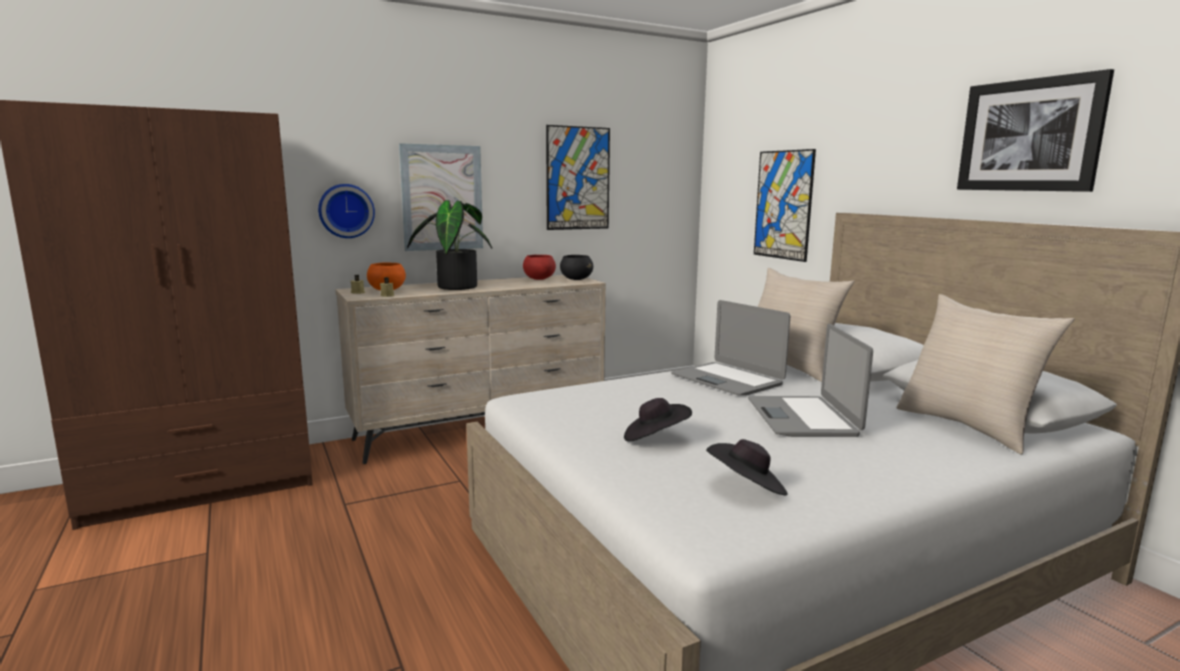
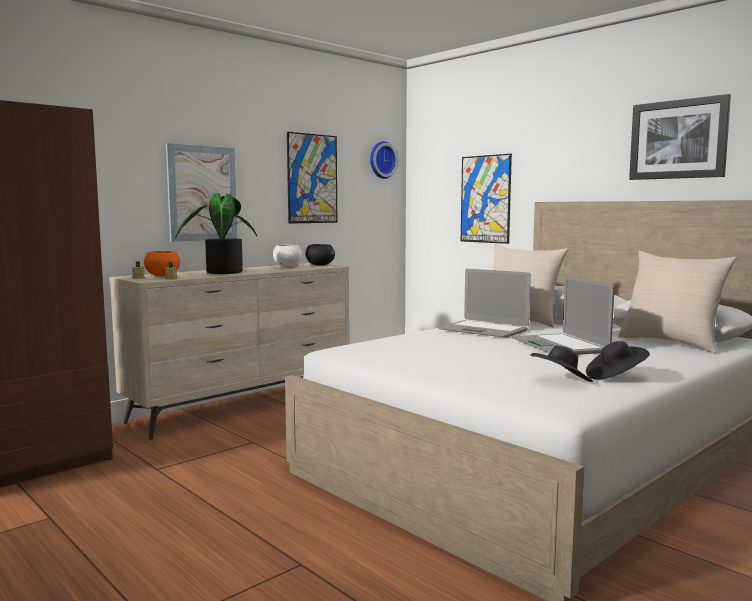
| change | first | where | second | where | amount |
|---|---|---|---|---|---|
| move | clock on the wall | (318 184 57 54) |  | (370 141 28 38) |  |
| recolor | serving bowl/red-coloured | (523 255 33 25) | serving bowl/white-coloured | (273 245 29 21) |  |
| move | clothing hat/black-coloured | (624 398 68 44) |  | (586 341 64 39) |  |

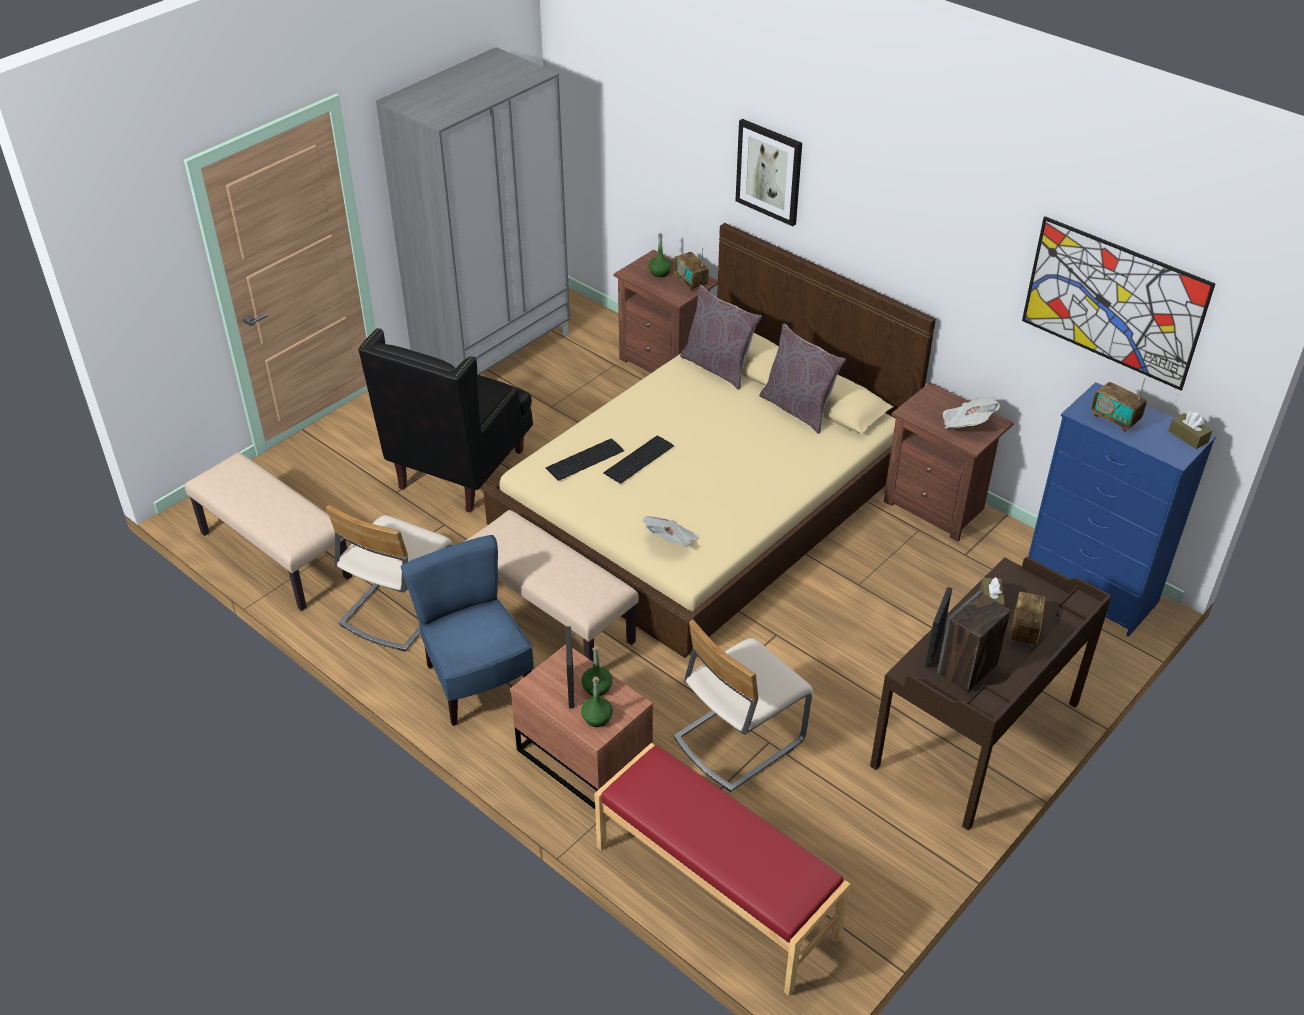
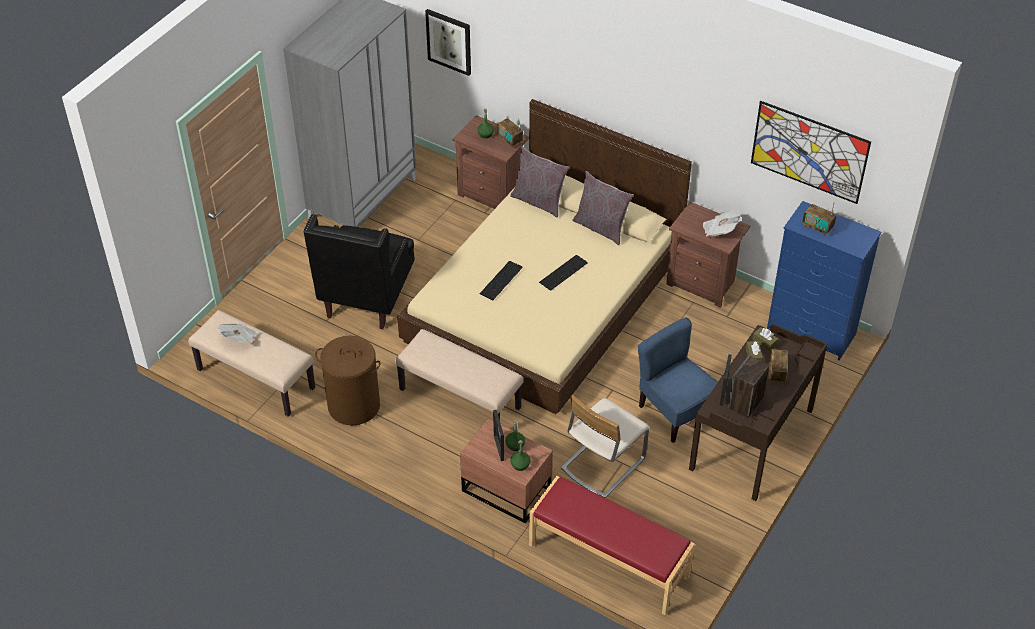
| change | first | where | second | where | amount |
|---|---|---|---|---|---|
| replace | plain chair/sand-coloured | (326 505 126 147) | laundry basket/brown | (315 335 66 91) |  |
| move | plain chair/blue | (401 535 133 191) |  | (638 318 80 125) |  |
| move | PC keyboard | (546 439 78 42) |  | (539 255 49 36) |  |
| move | newspaper | (642 516 58 31) |  | (218 324 41 18) |  |
| move | wall picture | (736 119 66 107) |  | (425 9 46 67) |  |
| move | tissue box/brown | (1169 412 43 37) |  | (752 327 26 24) |  |

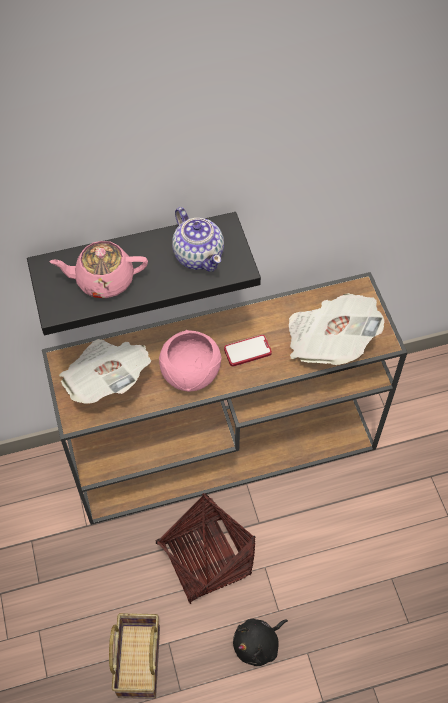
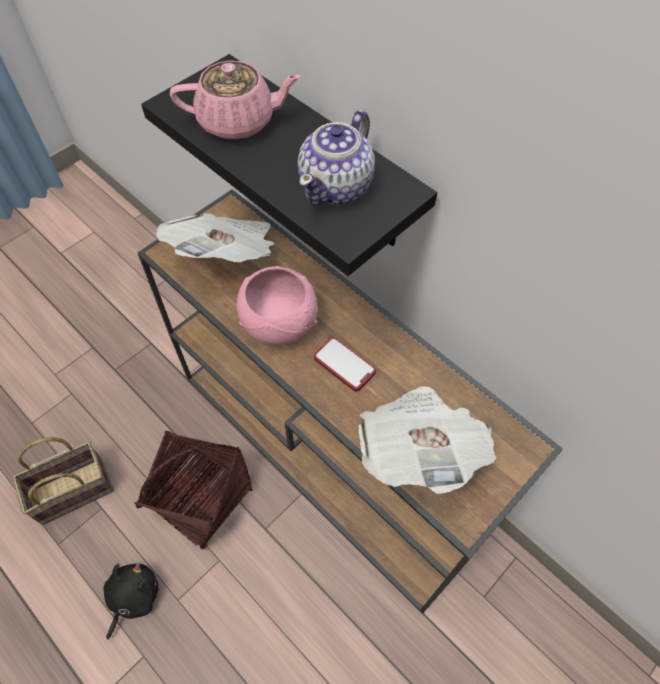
| change | first | where | second | where | amount |
|---|---|---|---|---|---|
| rotate | teapot/pink | (49 241 99 57) |  | (170 60 131 80) | 120 degrees clockwise |
| rotate | cuddly toy/black-coloured | (233 619 55 47) |  | (103 562 56 77) | 90 degrees clockwise |

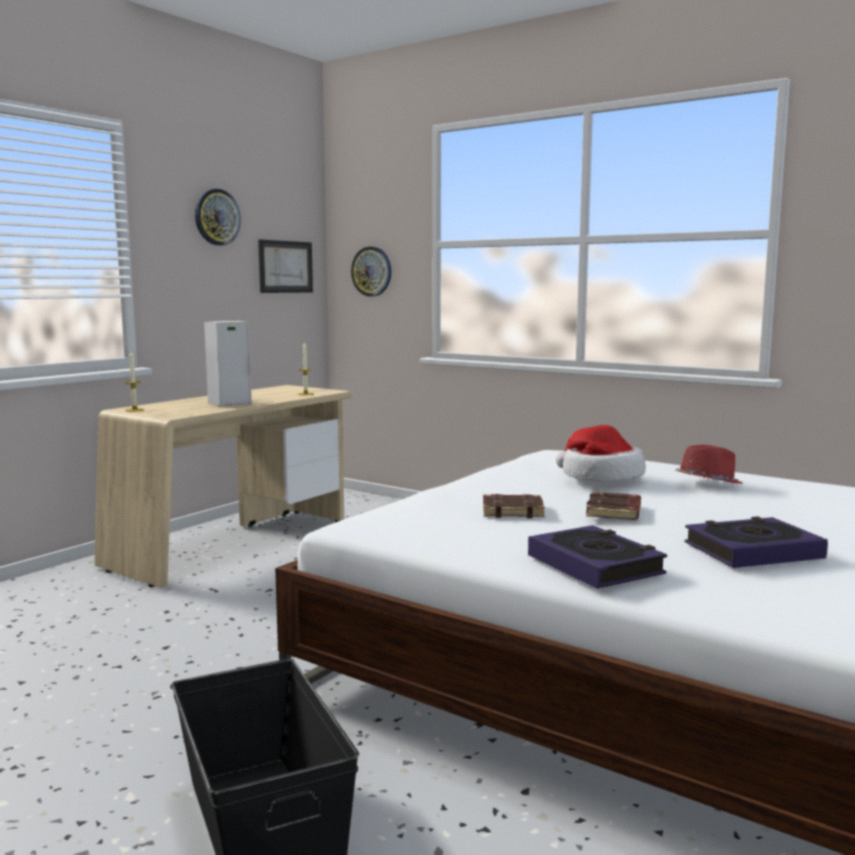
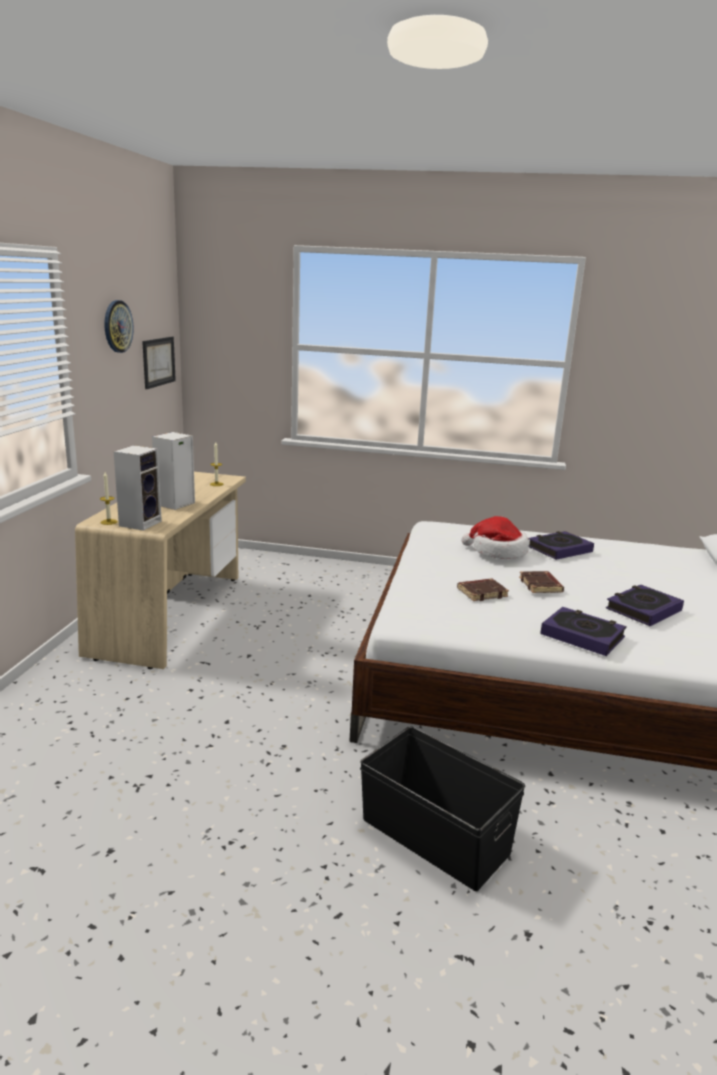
| change | first | where | second | where | amount |
|---|---|---|---|---|---|
| delete | clock on the wall | (351 247 40 49) |  |  |  |
| replace | clothing hat/red-coloured | (675 445 68 39) | book | (528 531 66 29) |  |
| insert |  |  | loudspeaker | (114 445 48 86) |  |

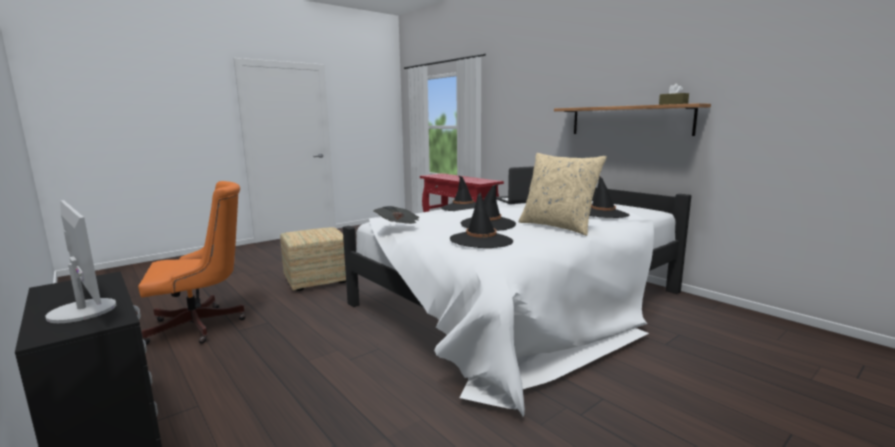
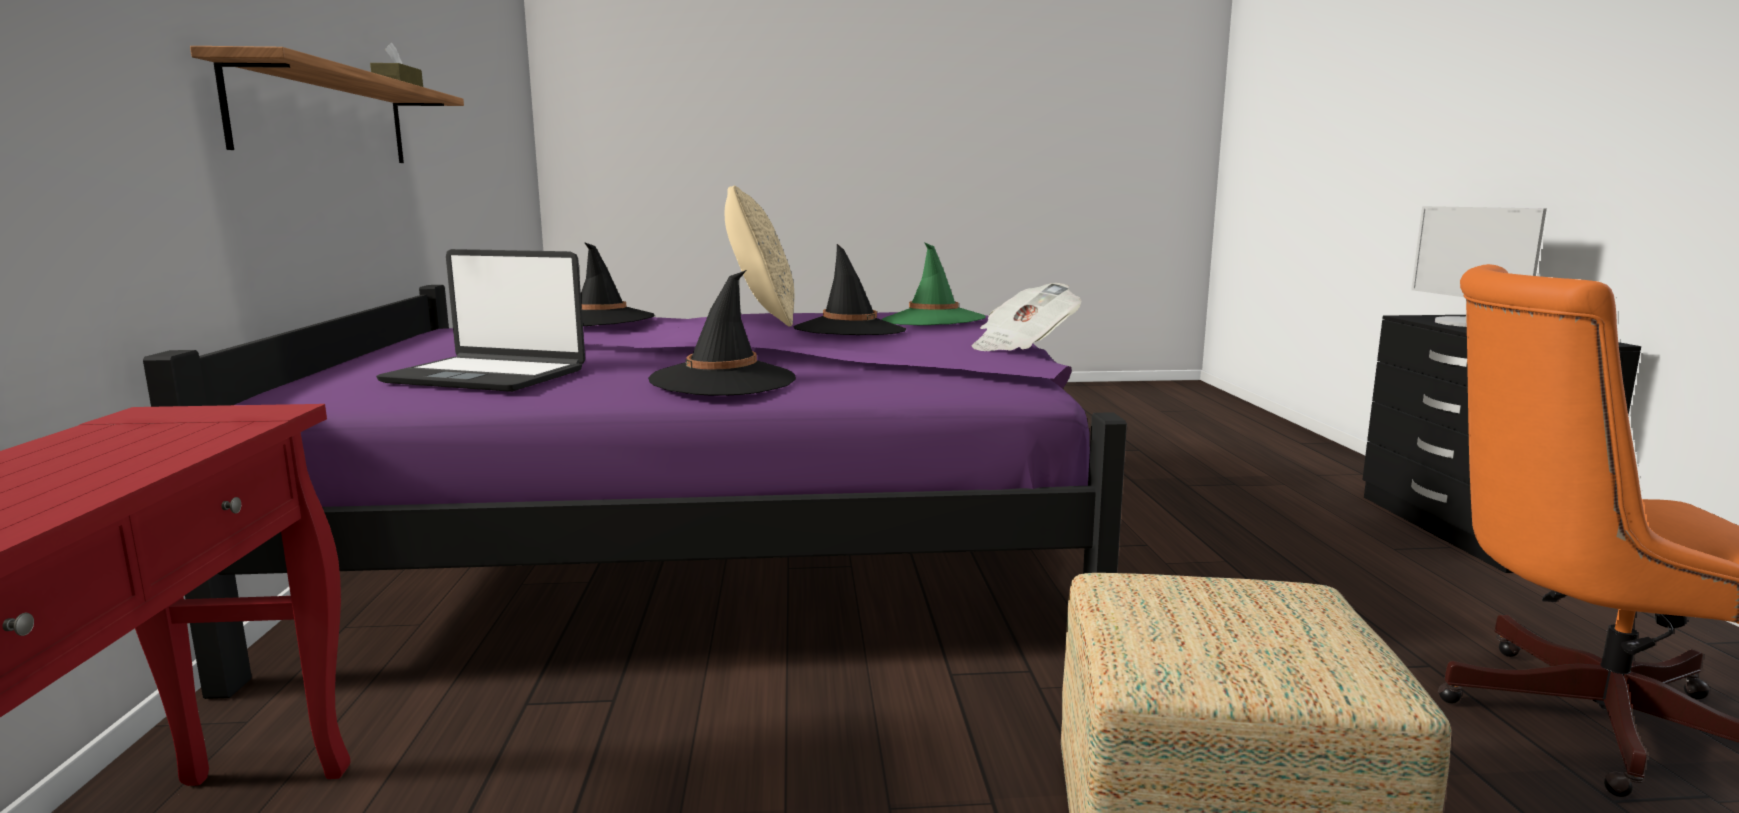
| change | first | where | second | where | amount |
|---|---|---|---|---|---|
| recolor | bed/white-coloured | (343 187 348 230) | bed/purple-coloured | (143 285 984 414) |  |
| recolor | clothing hat/black-coloured | (450 192 63 56) | clothing hat/green-coloured | (882 242 104 83) |  |

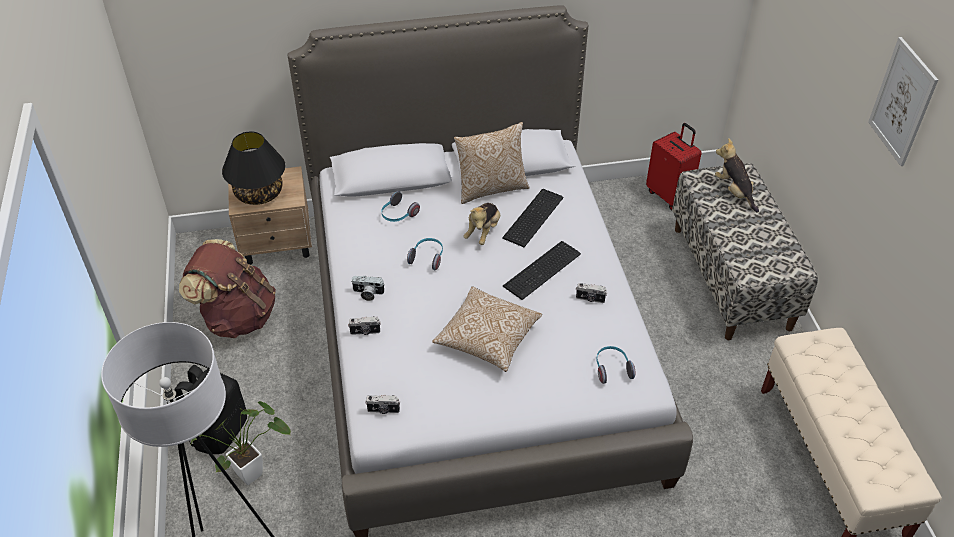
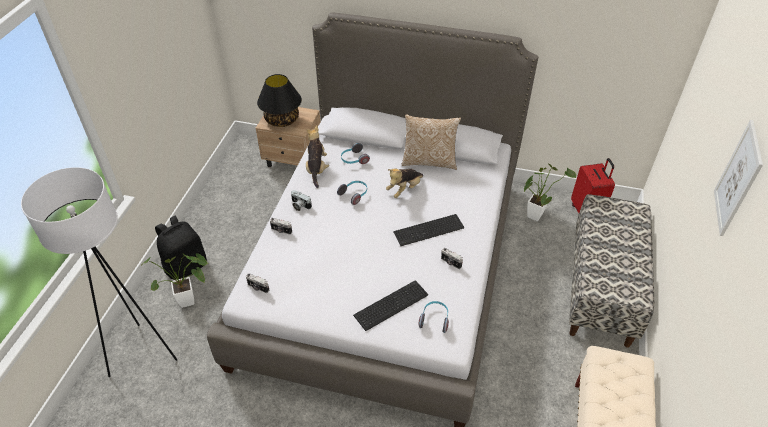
| change | first | where | second | where | amount |
|---|---|---|---|---|---|
| delete | rucksack/brown | (179 239 97 99) |  |  |  |
| delete | pillow | (432 287 110 85) |  |  |  |
| move | PC keyboard | (502 189 62 58) |  | (353 281 75 50) |  |
| move | cuddly toy | (715 138 44 75) |  | (306 125 23 63) |  |
| insert |  |  | plant in a pot | (524 164 52 57) |  |

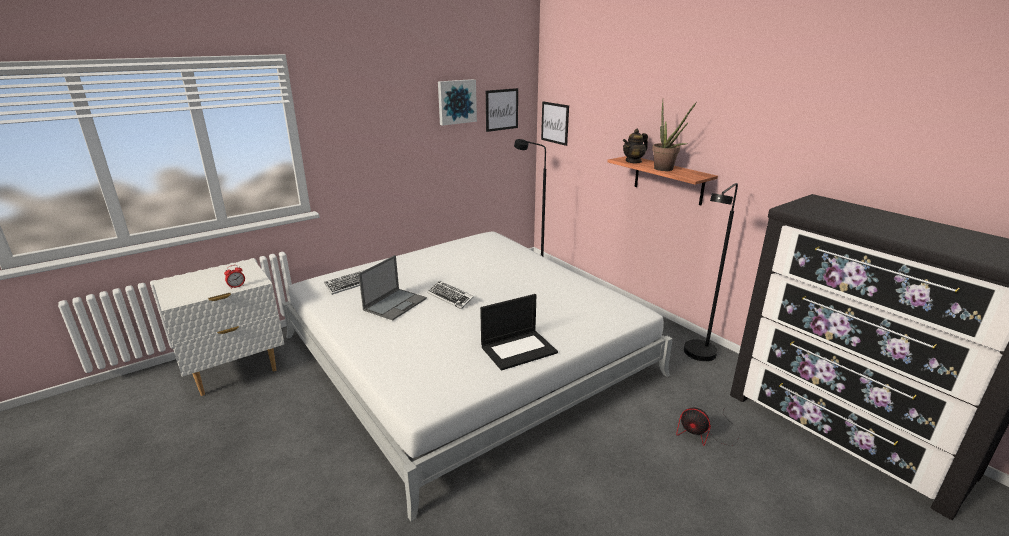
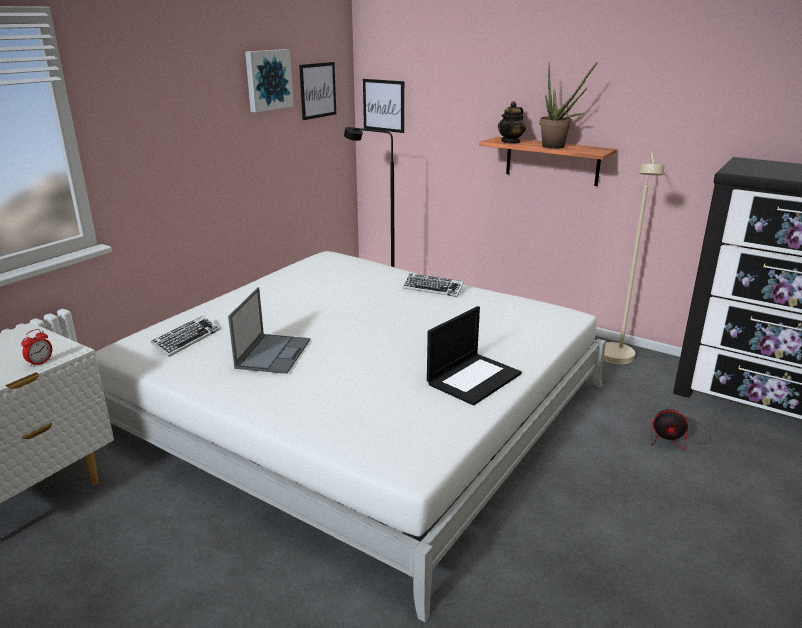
| change | first | where | second | where | amount |
|---|---|---|---|---|---|
| move | PC keyboard | (427 281 47 28) |  | (403 273 61 24) |  |
| recolor | standing lamp/black-coloured | (684 183 54 178) | standing lamp/sand-coloured | (603 153 62 212) |  |

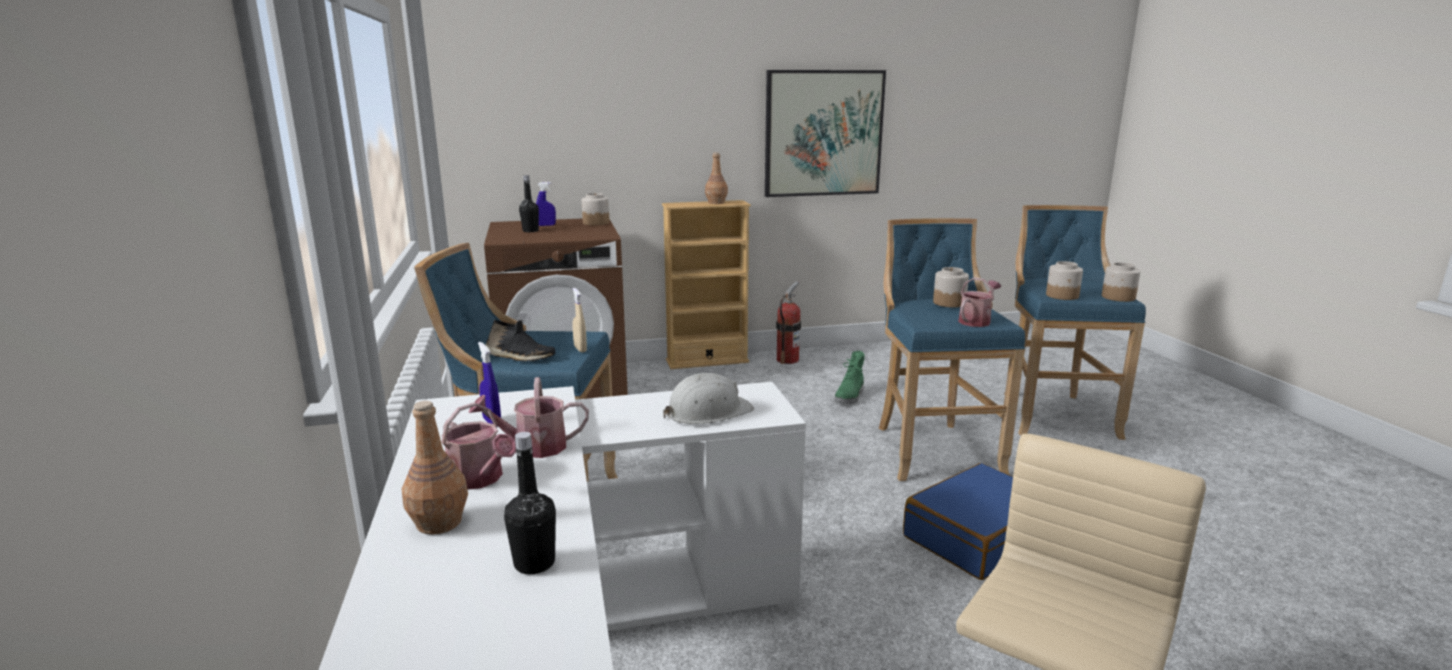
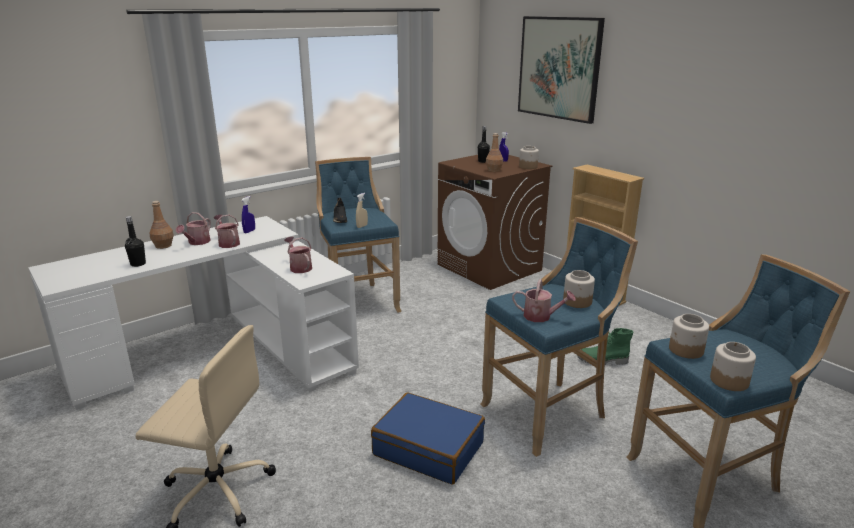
| change | first | where | second | where | amount |
|---|---|---|---|---|---|
| replace | work helmet/white-coloured | (663 373 91 51) | watering pot | (285 237 27 36) |  |
| move | drink bottle/brown | (705 153 23 51) |  | (486 133 17 39) |  |
| move | wall picture | (765 70 121 127) |  | (518 16 87 108) |  |
| delete | fire extinguisher | (776 281 25 83) |  |  |  |

